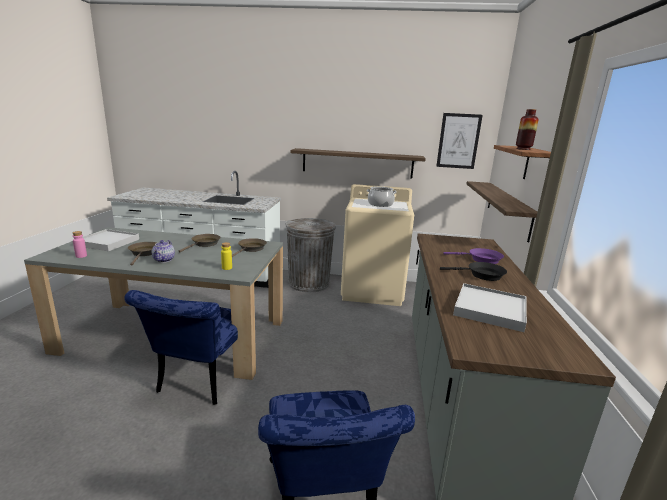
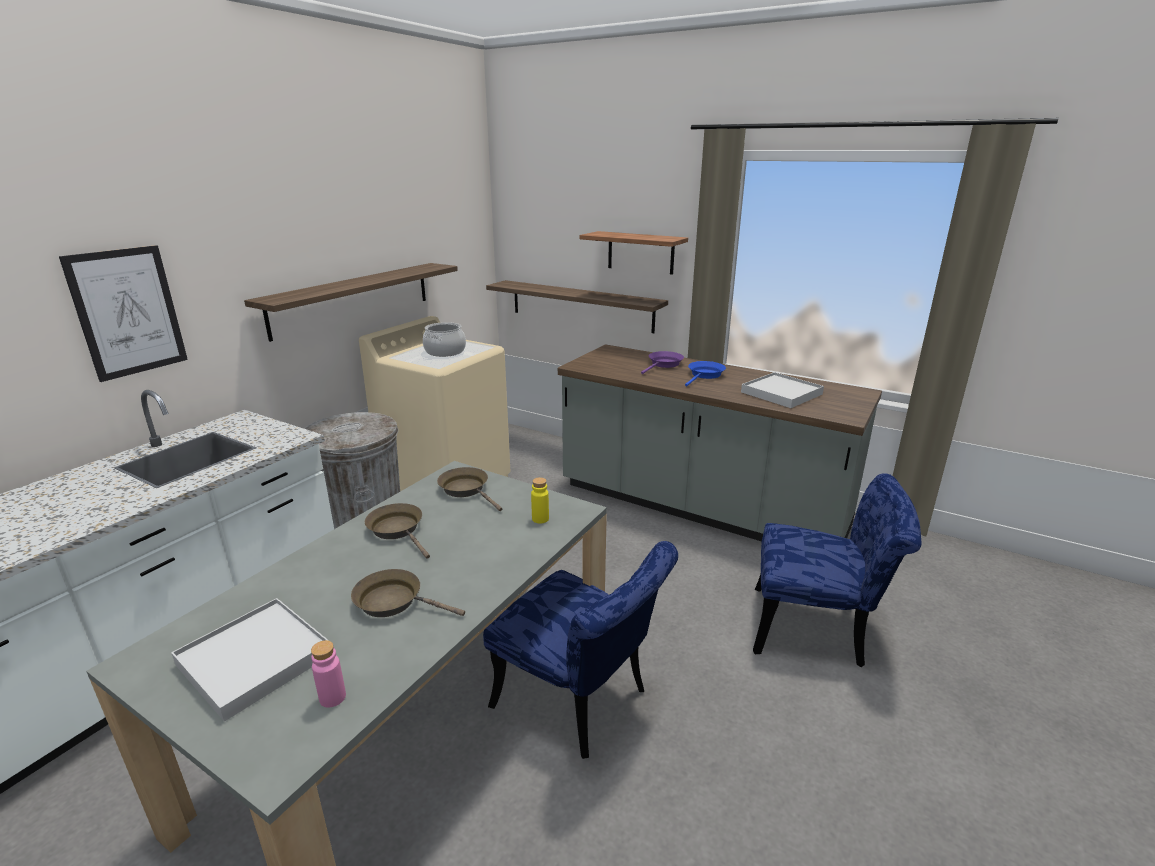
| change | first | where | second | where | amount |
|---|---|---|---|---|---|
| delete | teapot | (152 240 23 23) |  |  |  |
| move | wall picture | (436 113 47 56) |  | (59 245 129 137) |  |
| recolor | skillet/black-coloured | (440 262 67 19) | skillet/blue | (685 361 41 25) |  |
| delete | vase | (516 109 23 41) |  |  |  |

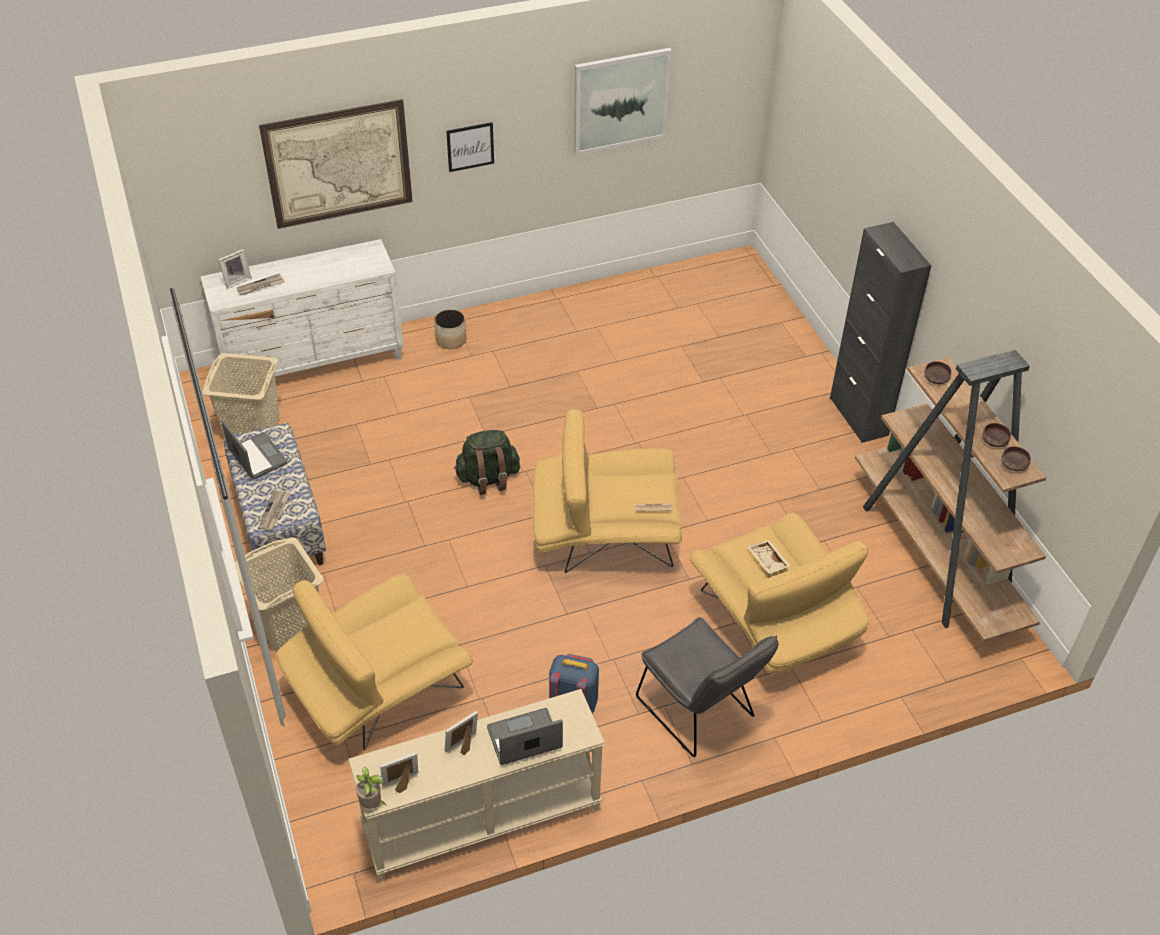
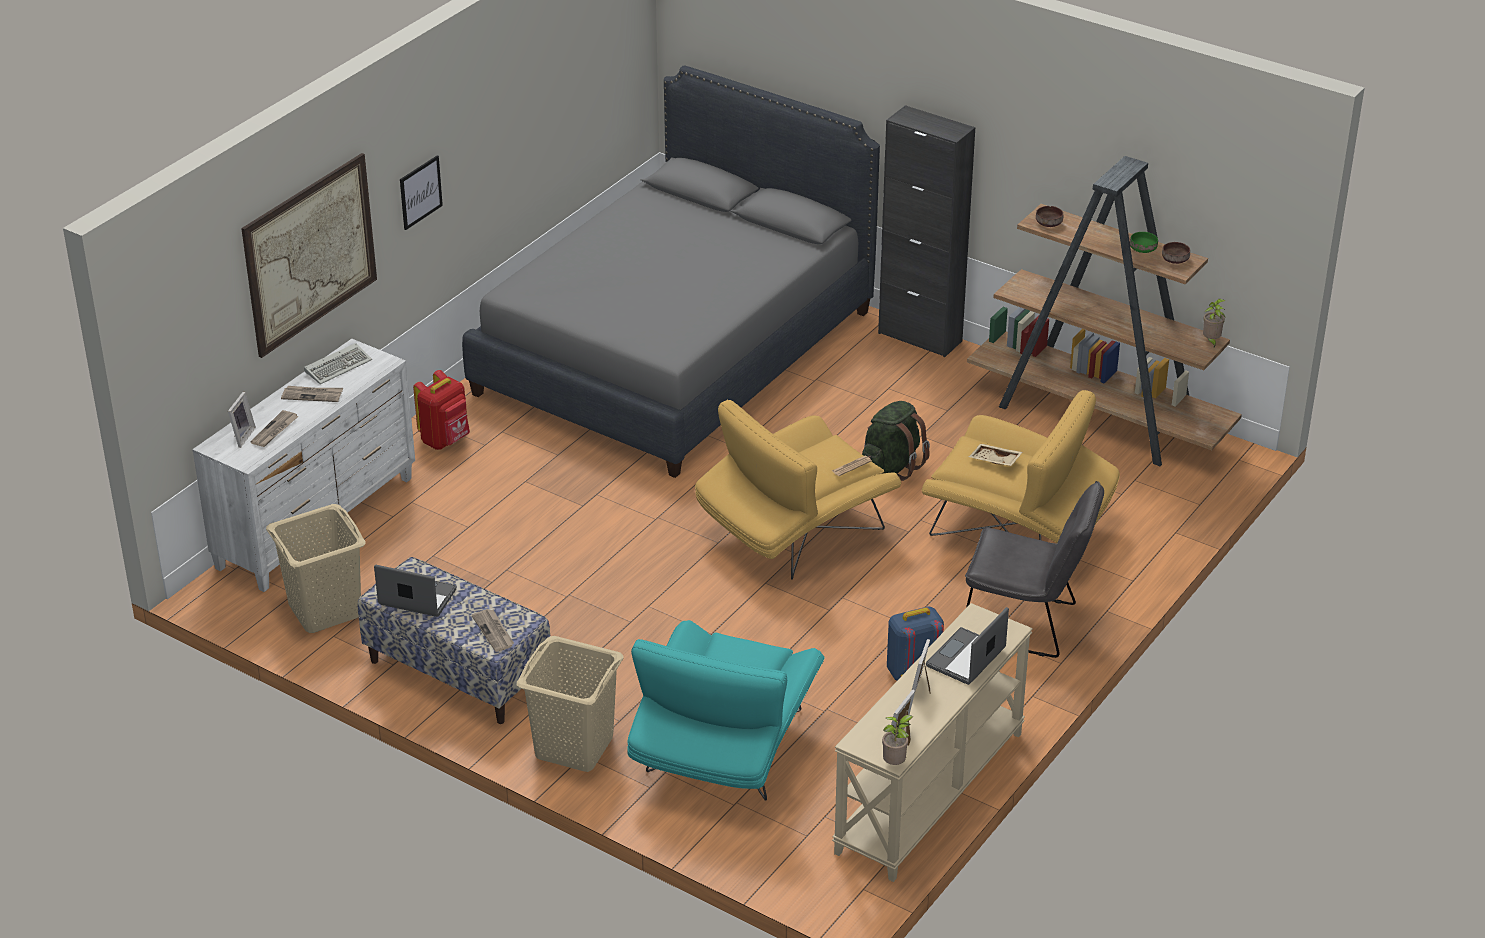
| change | first | where | second | where | amount |
|---|---|---|---|---|---|
| recolor | lounge chair/yellow-coloured | (276 574 197 176) | lounge chair/turquoise | (627 620 198 181) |  |
| replace | planter | (434 309 33 40) | rucksack/red-coloured | (413 370 57 80) |  |
| move | rucksack/green-coloured | (454 430 66 65) |  | (862 401 68 80) |  |
| delete | wall picture | (574 48 98 108) |  |  |  |
| recolor | serving bowl/brown | (982 423 29 24) | serving bowl/green-coloured | (1130 232 28 21) |  |
| insert |  |  | newspaper | (281 386 62 16) |  |
| insert |  |  | PC keyboard | (304 343 68 41) |  |
| insert |  |  | bed/grey | (462 65 418 413) |  |
| insert |  |  | plant in a pot | (1203 299 23 48) |  |

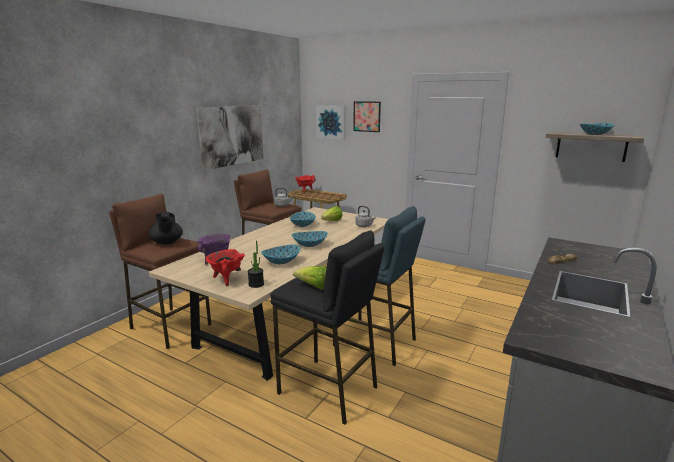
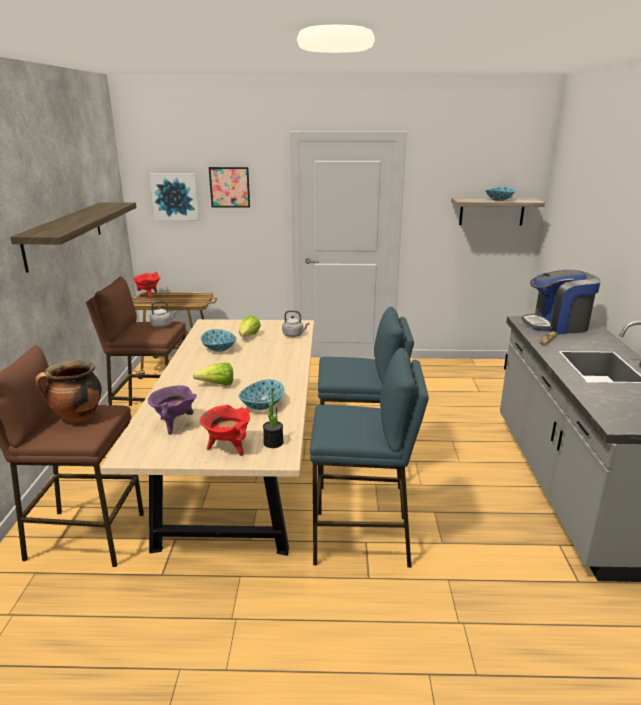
| change | first | where | second | where | amount |
|---|---|---|---|---|---|
| replace | teapot/black-coloured | (148 212 35 32) | cooking pot | (35 360 67 63) |  |
| replace | wall picture | (196 106 67 64) | bracket shelf | (10 202 126 71) |  |
| recolor | stool seat/black-coloured | (270 231 114 193) | stool seat/blue | (310 348 119 220) |  |
| delete | serving bowl | (292 231 36 16) |  |  |  |
| move | lettuce | (293 266 34 24) |  | (193 362 40 24) |  |
| insert |  |  | coffee maker | (521 270 80 64) |  |

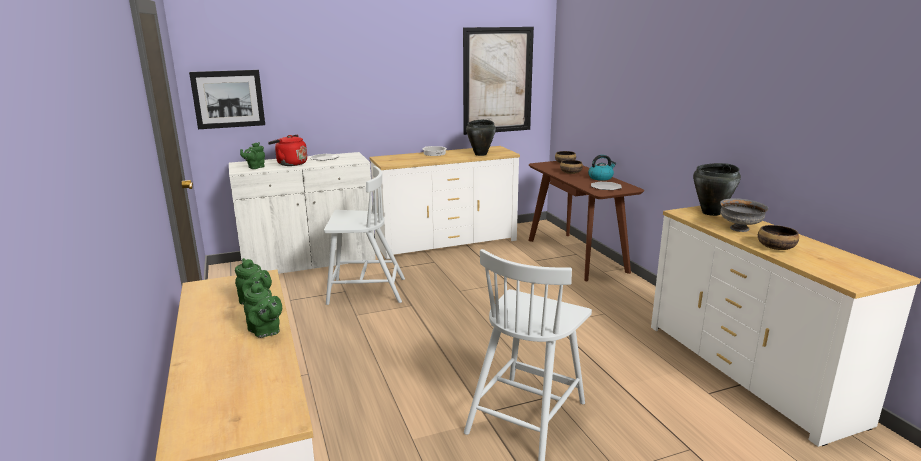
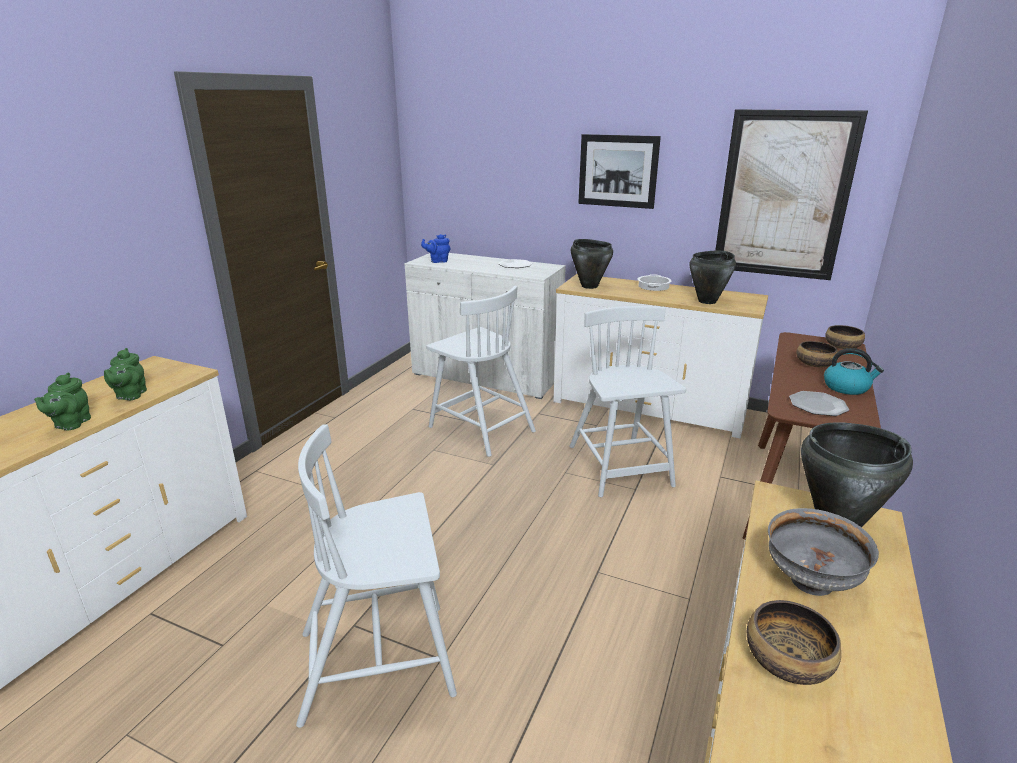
| change | first | where | second | where | amount |
|---|---|---|---|---|---|
| move | wall picture | (189 70 76 59) |  | (578 134 83 75) |  |
| recolor | teapot/green-coloured | (240 142 25 27) | teapot/blue | (421 234 30 29) |  |
| delete | water kettle/red-coloured | (268 135 39 31) |  |  |  |
| insert |  |  | plain chair/white-coloured | (569 306 117 191) |  |
| insert |  |  | cooking pot/black-coloured | (571 239 42 50) |  |

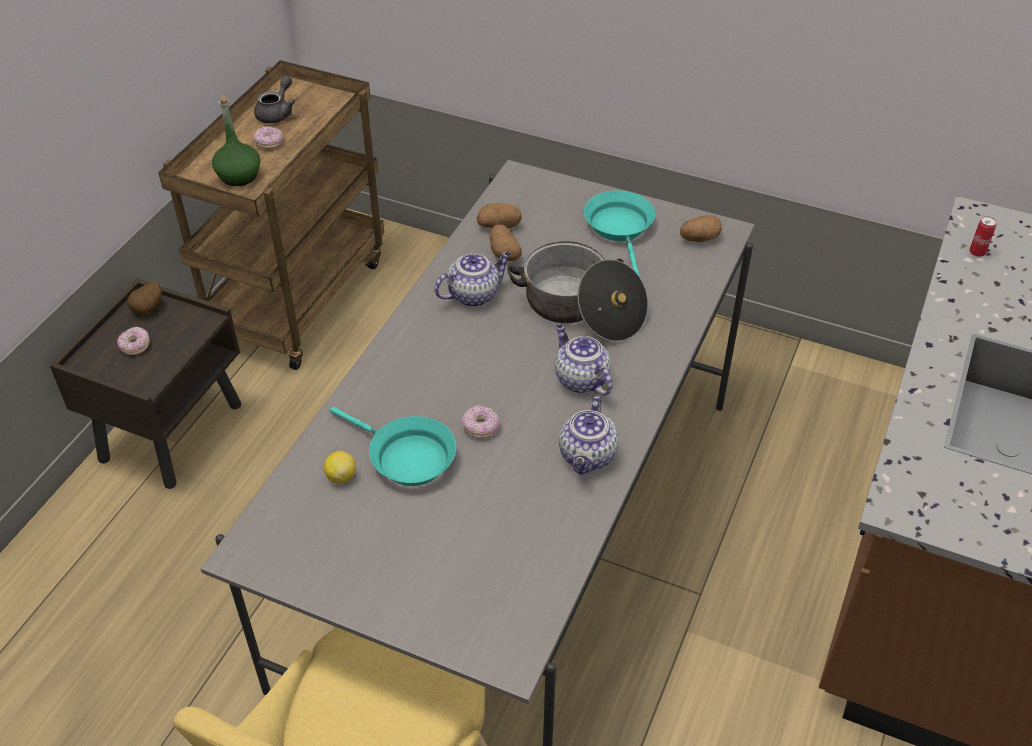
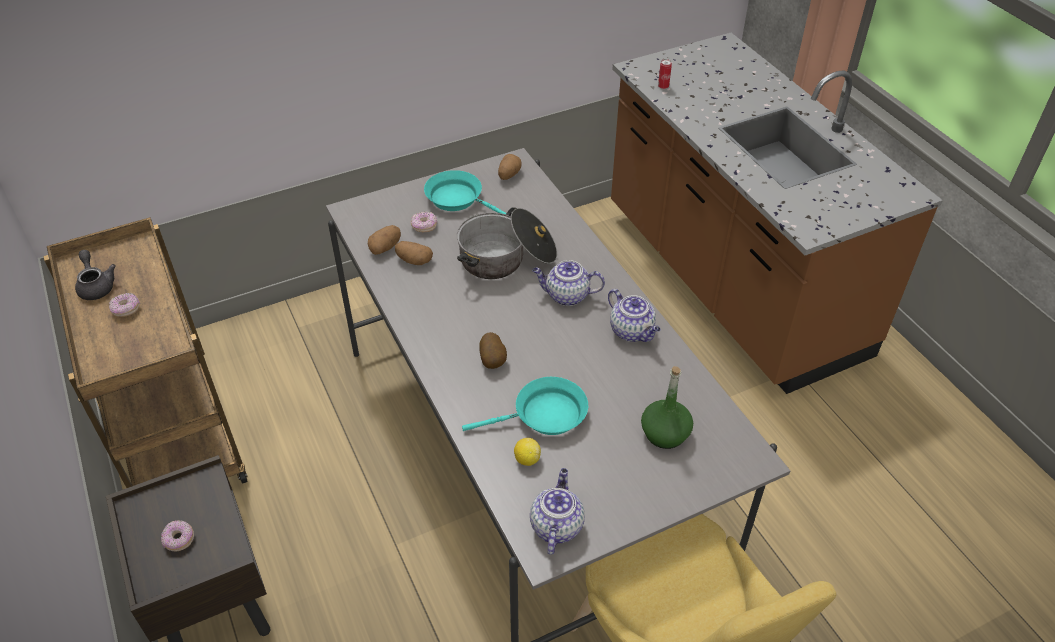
| change | first | where | second | where | amount |
|---|---|---|---|---|---|
| move | spud | (127 282 35 33) |  | (479 332 28 37) |  |
| move | drink bottle/green-coloured | (212 96 48 90) |  | (641 366 52 83) |  |
| move | teapot | (434 252 77 55) |  | (530 468 55 87) |  |
| move | ring doughnut | (462 405 38 33) |  | (411 212 26 20) |  |

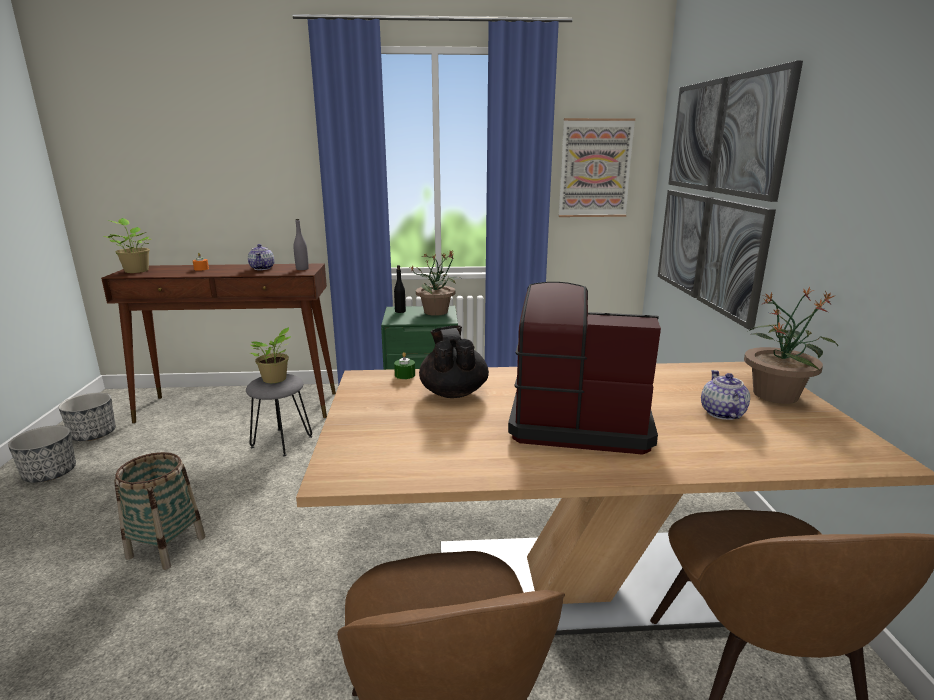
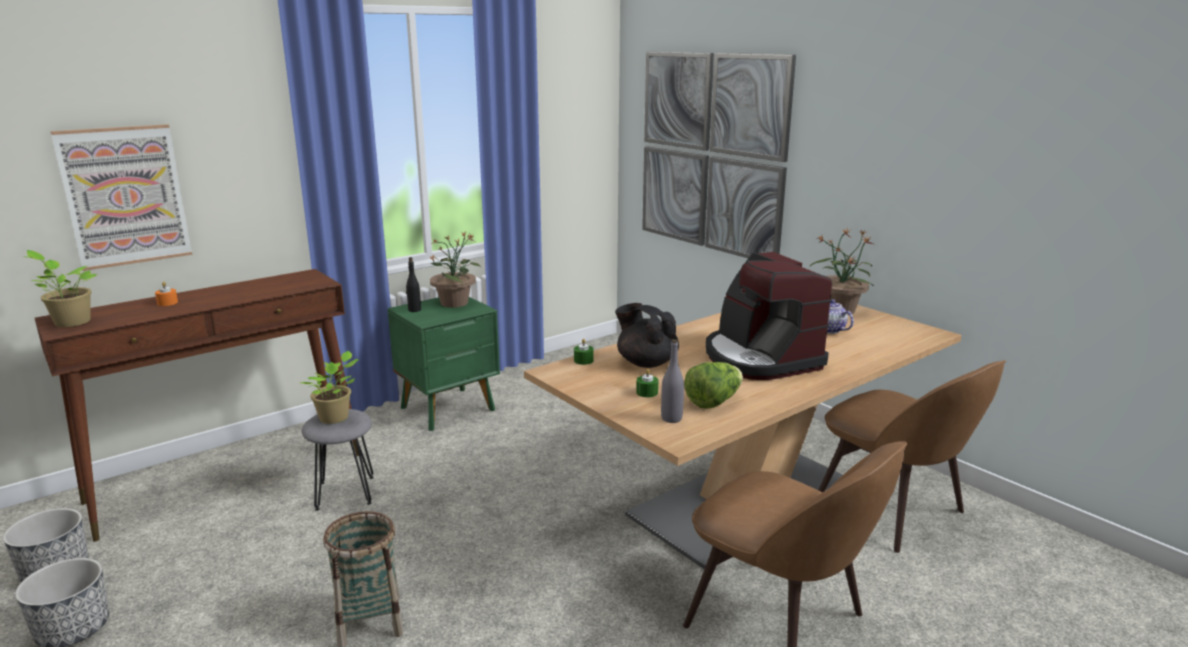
| change | first | where | second | where | amount |
|---|---|---|---|---|---|
| delete | teapot | (248 244 27 26) |  |  |  |
| move | drink bottle/grey | (294 219 15 51) |  | (661 339 23 84) |  |
| rotate | coffee maker | (508 282 153 173) |  | (706 252 126 128) | 90 degrees counterclockwise |
| move | wall picture | (558 118 77 99) |  | (51 124 141 147) |  |
| insert |  |  | wax light/green-coloured | (636 369 22 28) |  |
| insert |  |  | lettuce | (684 362 59 47) |  |

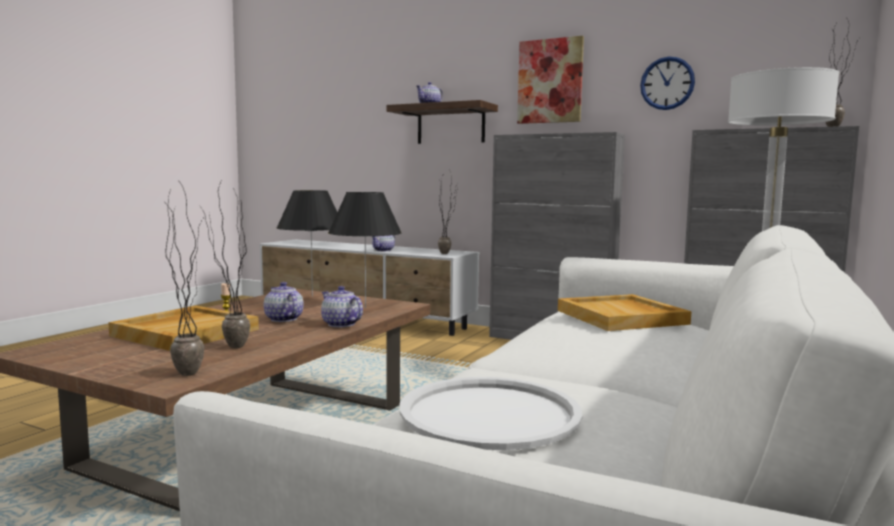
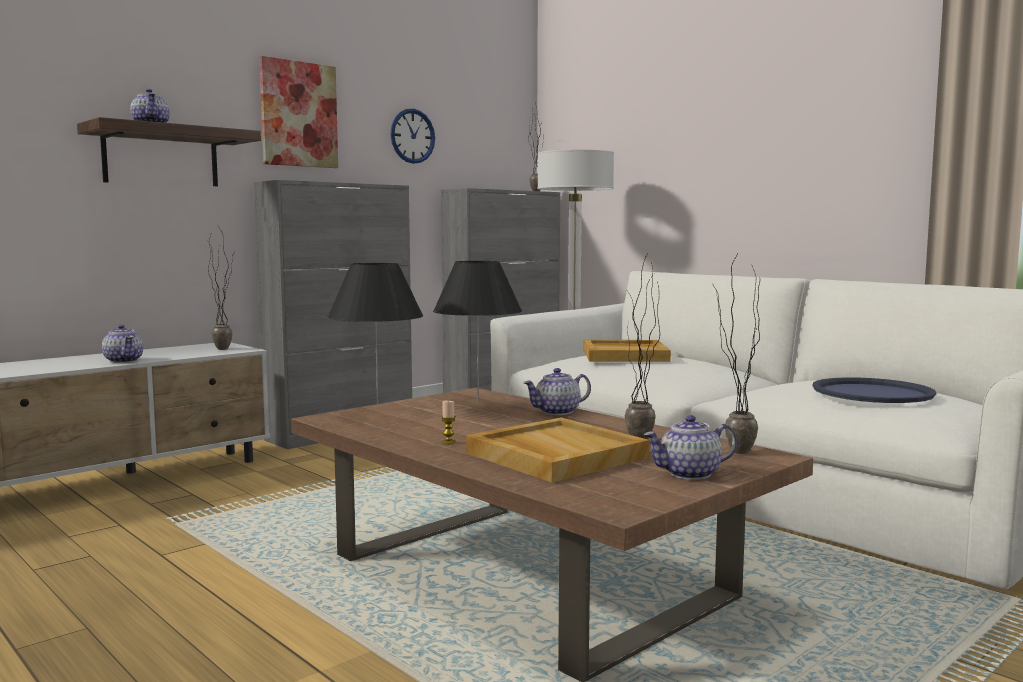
| change | first | where | second | where | amount |
|---|---|---|---|---|---|
| move | teapot | (264 282 40 40) |  | (644 415 93 65) |  |
| recolor | tray/white-coloured | (400 377 183 73) | tray/blue | (813 377 123 26) |  |

